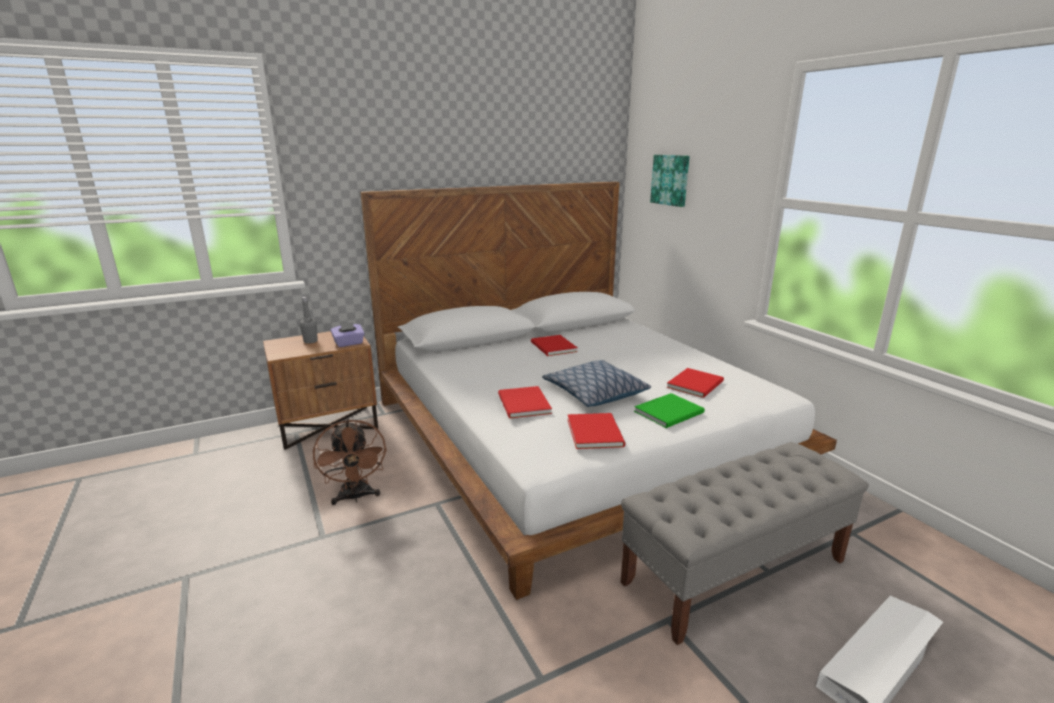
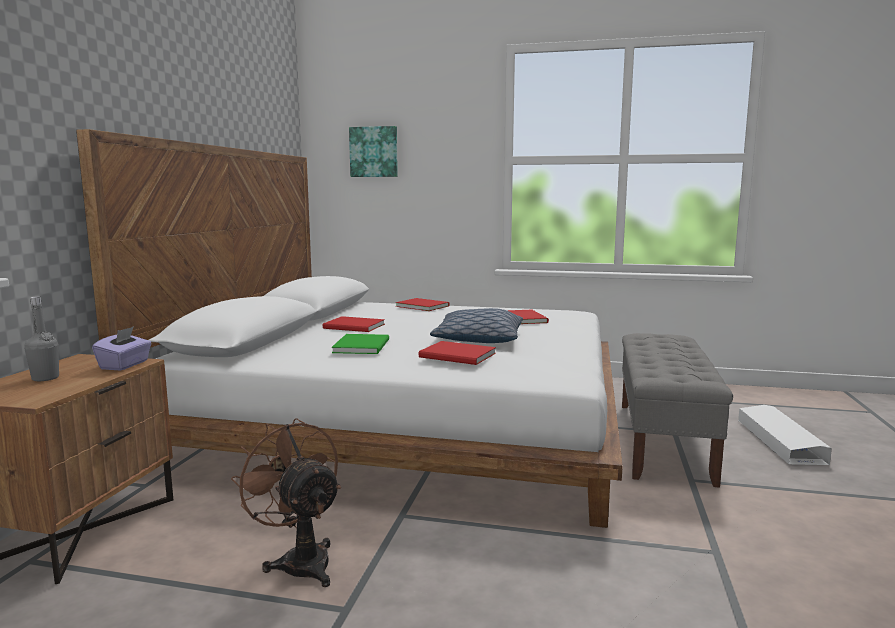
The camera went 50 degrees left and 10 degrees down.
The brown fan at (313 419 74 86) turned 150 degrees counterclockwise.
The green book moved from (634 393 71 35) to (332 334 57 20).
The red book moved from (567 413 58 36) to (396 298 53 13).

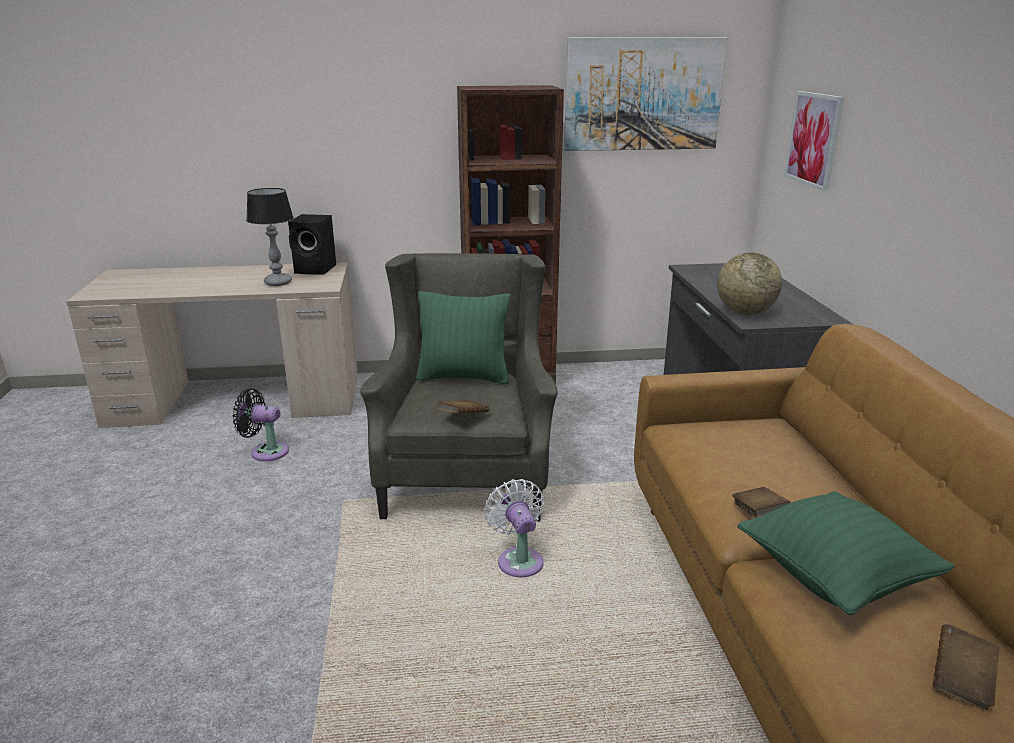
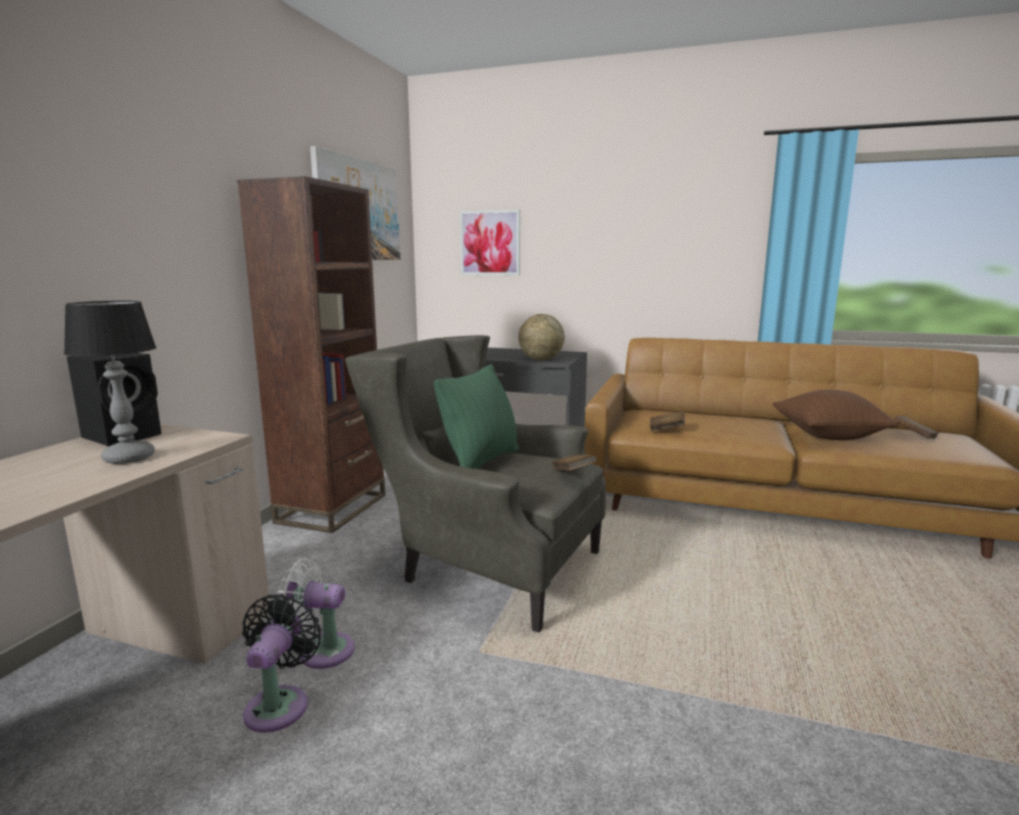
The camera went 65 degrees left and 10 degrees down.
The black fan at (233 388 56 74) turned 150 degrees clockwise.
The white fan moved from (485 479 59 98) to (277 558 78 111).
The brown book moved from (732 487 59 31) to (650 411 35 21).
The green pillow at (737 491 218 124) became the brown pillow at (773 390 126 50).

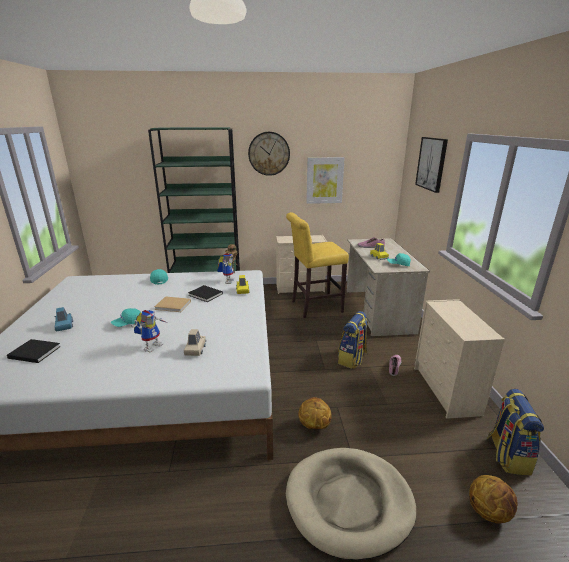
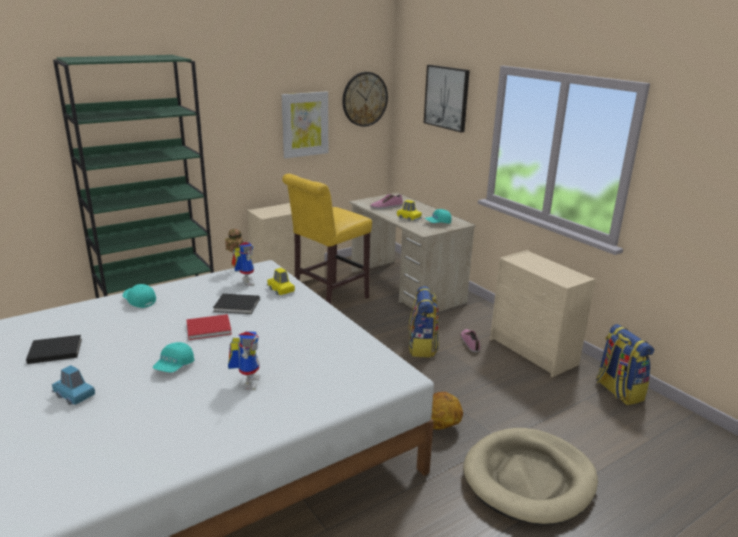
The camera went 30 degrees left and 0 degrees up.
The black book moved from (7 339 54 24) to (26 335 56 29).
The beige book at (154 296 37 16) became the red book at (186 314 46 26).
The wall clock moved from (248 132 42 44) to (342 72 46 55).
The beige toy car at (184 329 23 27) disappeared.
The basketball at (469 475 49 49) disappeared.

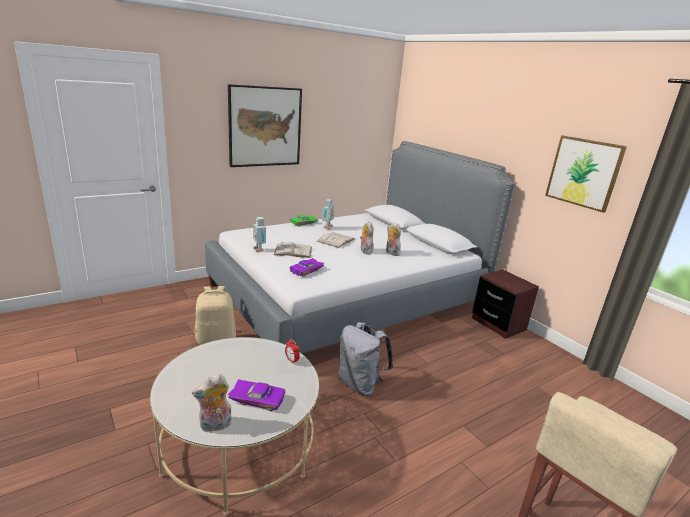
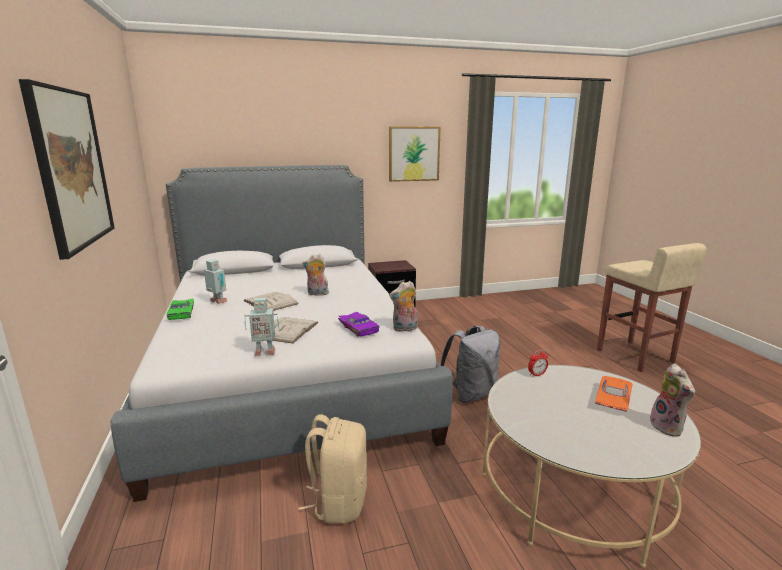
The camera went 70 degrees left and 5 degrees down.
The plush toy moved from (386 222 15 34) to (389 281 28 51).
The purple toy car at (228 379 57 32) became the orange toy car at (595 376 37 36).

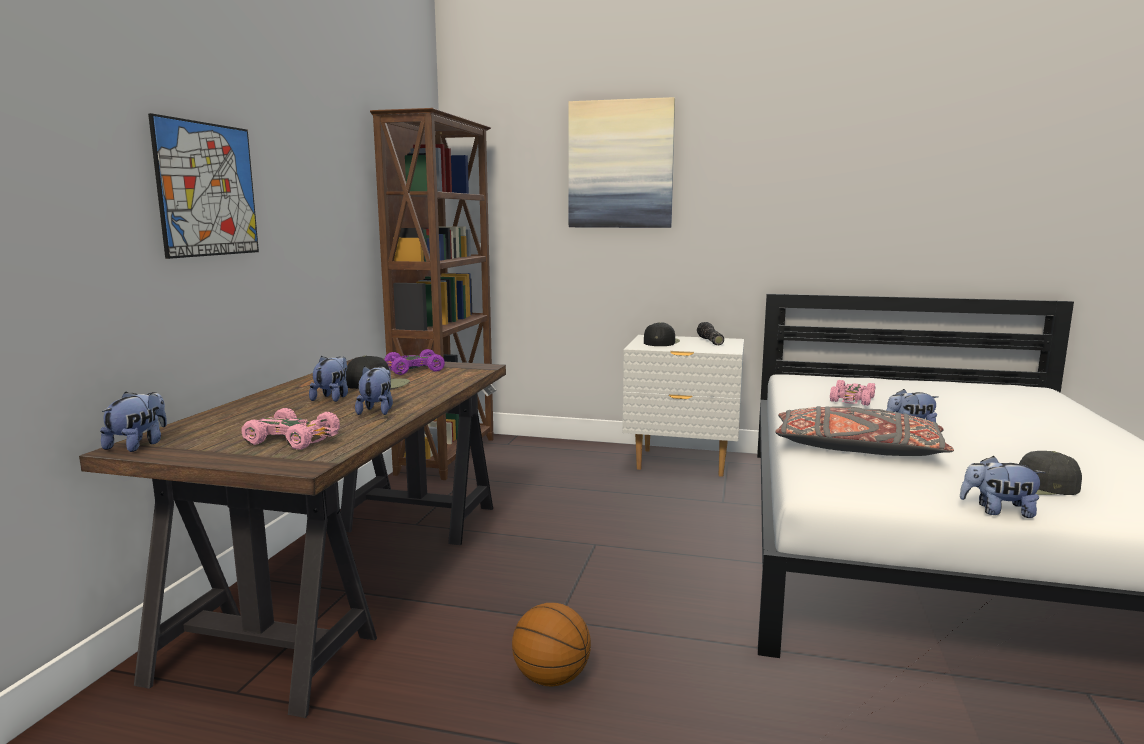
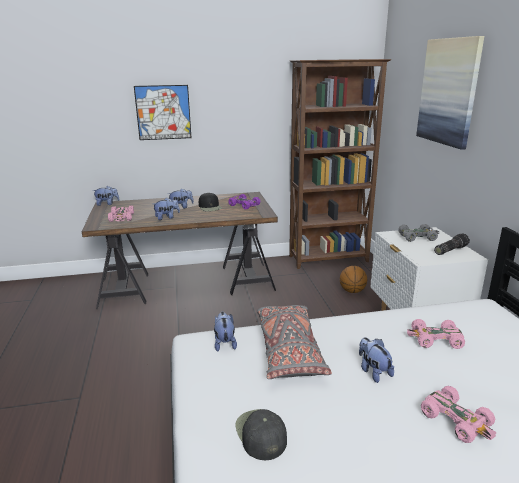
The camera went 65 degrees right and 10 degrees up.
The plush toy moved from (960 456 86 62) to (214 312 23 40).
The basketball moved from (512 603 79 83) to (340 266 27 27).
The black cap at (644 322 36 24) was replaced by the grey toy car at (398 224 41 18).
The pink toy car at (421 386 75 57) appeared.

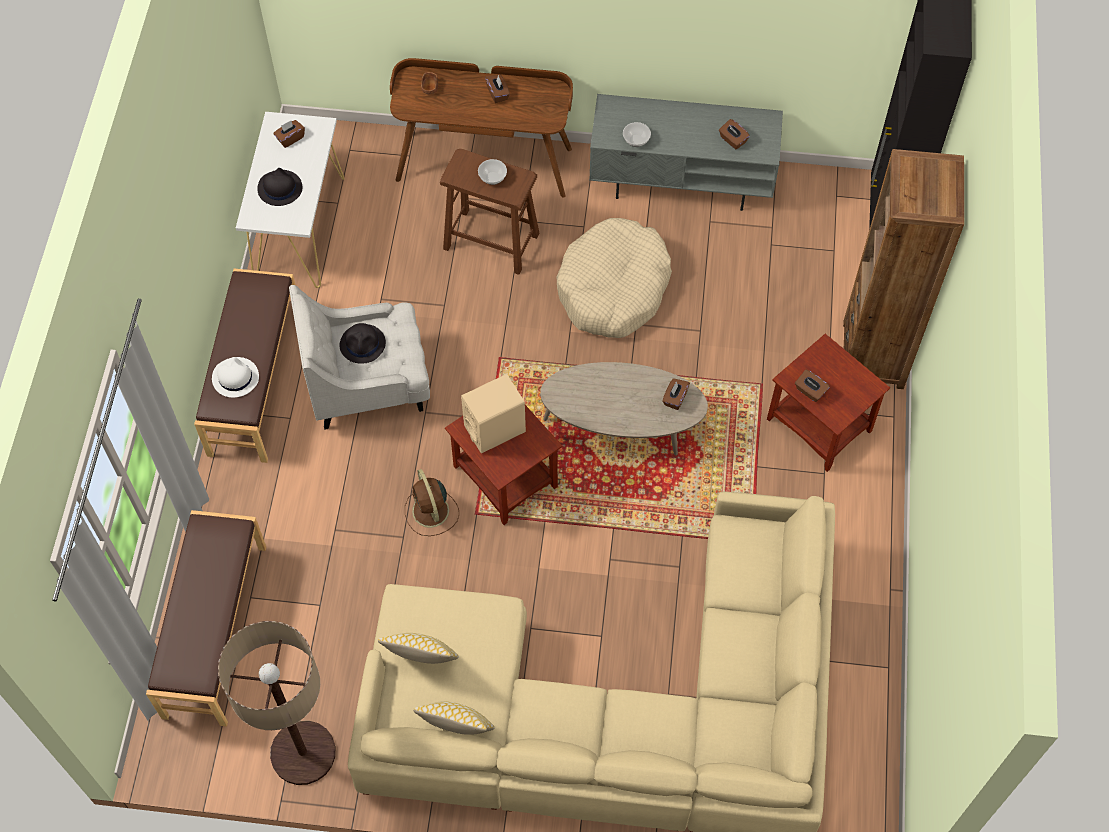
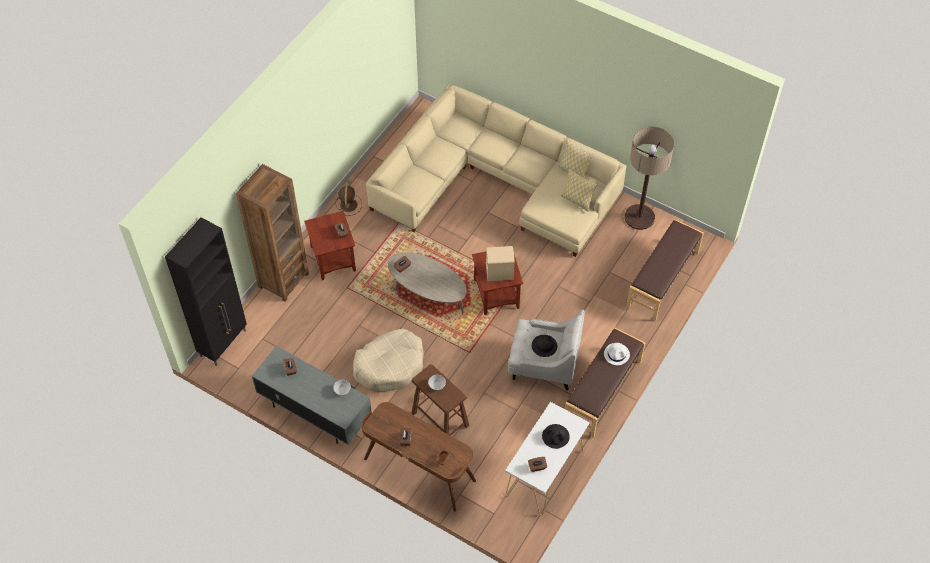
The camera went 155 degrees left and 5 degrees down.
The brown fan moved from (405 469 54 67) to (336 181 26 35).

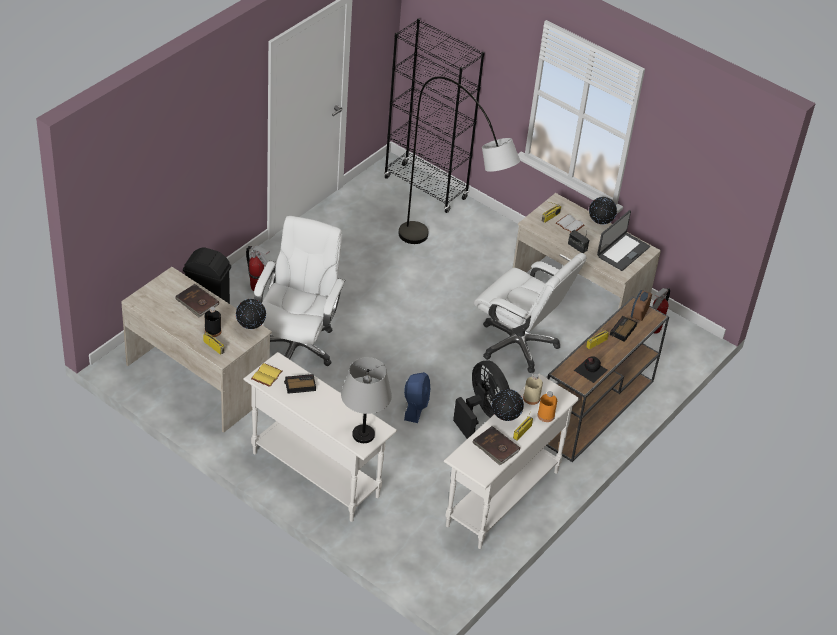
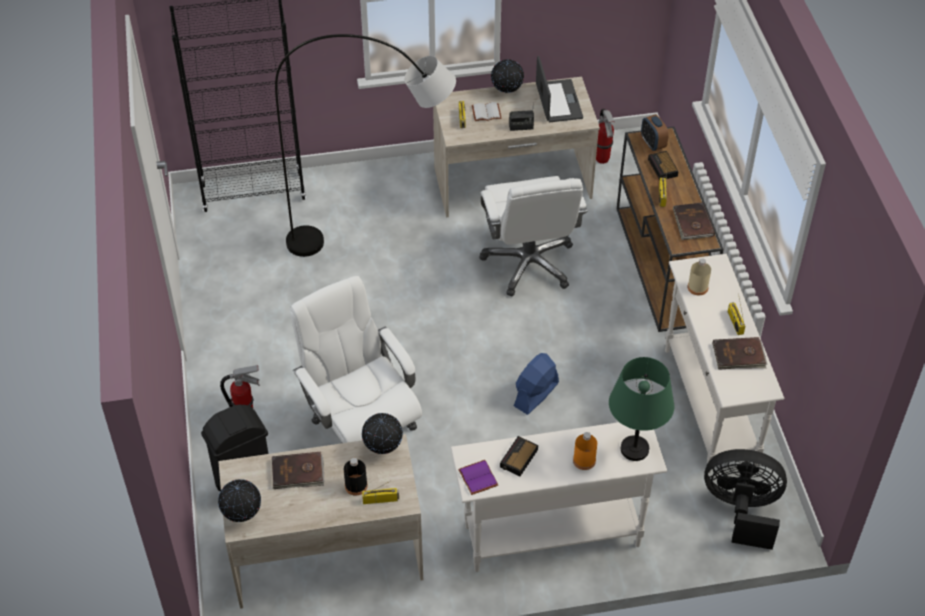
The camera went 45 degrees left and 5 degrees up.
The globe moved from (492 389 32 32) to (218 479 43 43).
The yellow book at (251 363 32 24) became the purple book at (458 460 40 35).
The white office chair at (474 253 113 120) turned 90 degrees clockwise.
The blue fan at (404 372 26 51) turned 105 degrees counterclockwise.
The orange bottle moved from (537 391 20 31) to (573 432 24 38).
The grey table lamp at (341 357 51 86) became the green table lamp at (609 357 65 104).
The black bottle at (574 356 33 27) was replaced by the brown book at (673 202 42 38).
The black fan moved from (453 360 57 79) to (704 449 83 101).

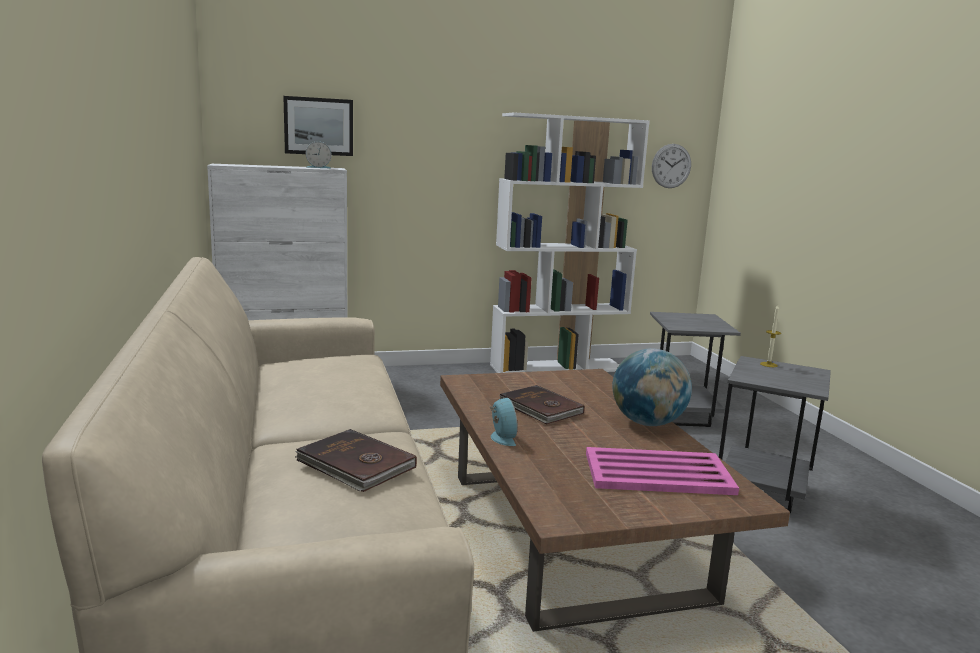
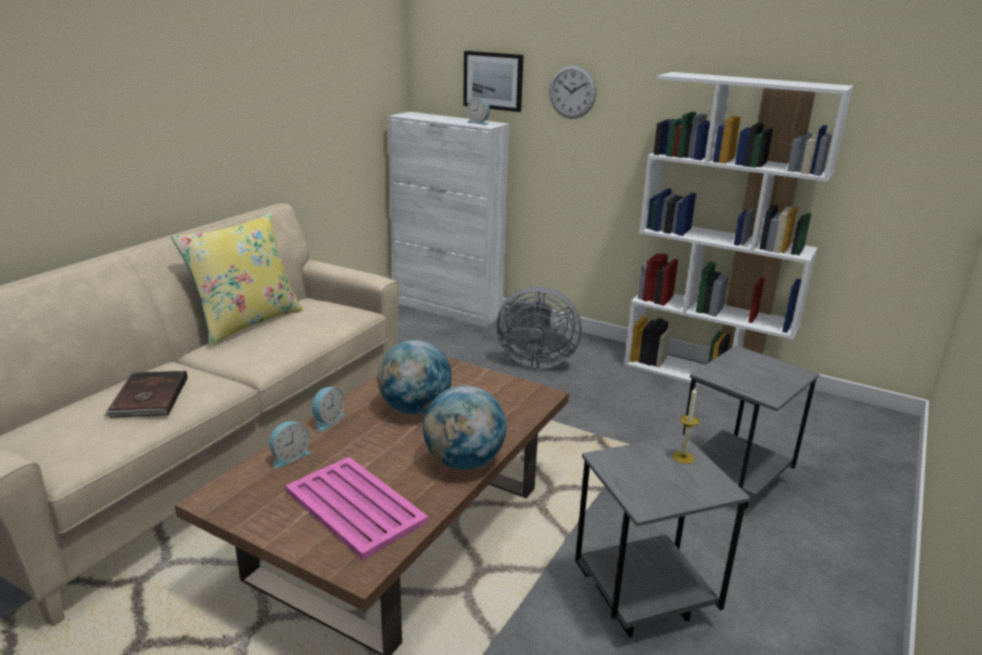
The camera went 45 degrees right and 10 degrees up.
The yellow pillow at (171 212 132 134) appeared.
The alarm clock at (269 421 42 47) appeared.
The brown book at (499 385 86 39) was replaced by the globe at (377 340 75 74).
The grey fan at (496 287 86 82) appeared.
The wall clock moved from (652 144 39 44) to (549 65 47 54).

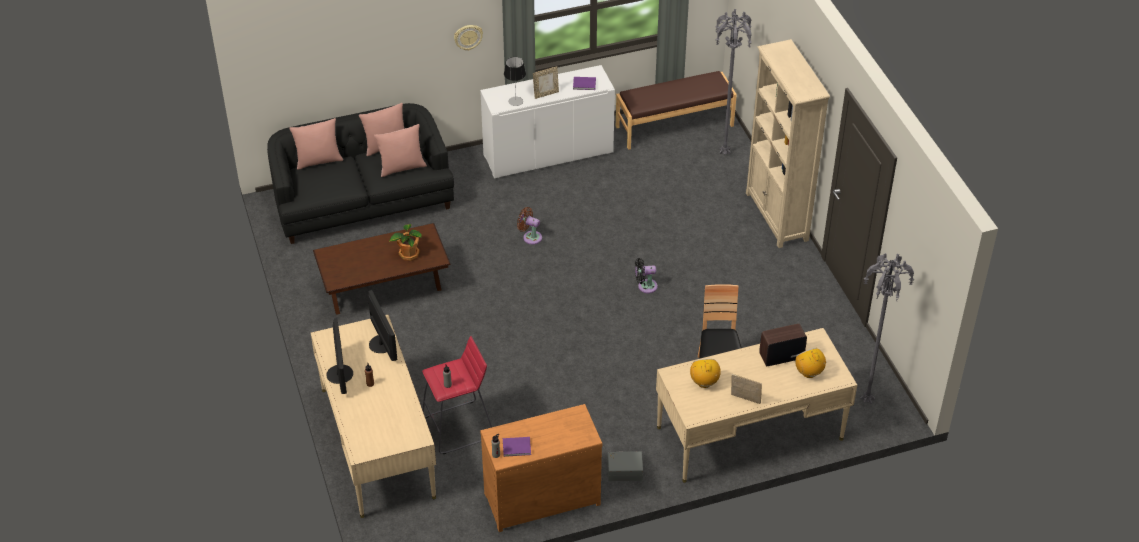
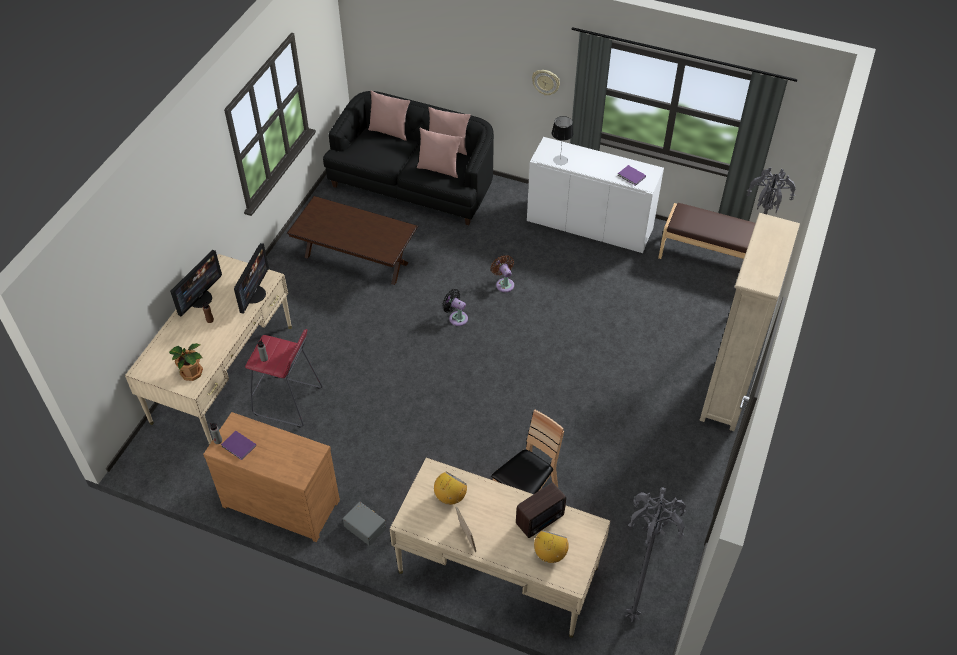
The camera went 40 degrees right and 5 degrees up.
The potted plant moved from (389 224 32 37) to (169 343 34 38).
The black fan moved from (635 258 23 35) to (442 289 26 37).
The radio at (759 324 48 42) turned 120 degrees clockwise.
The picture frame at (533 67 26 32) disappeared.

